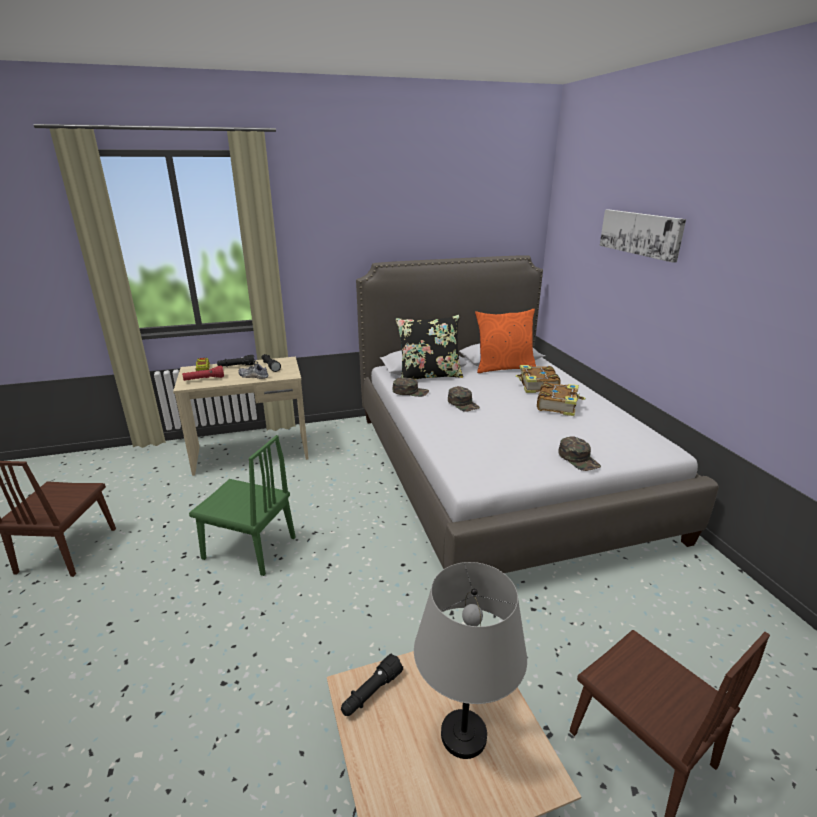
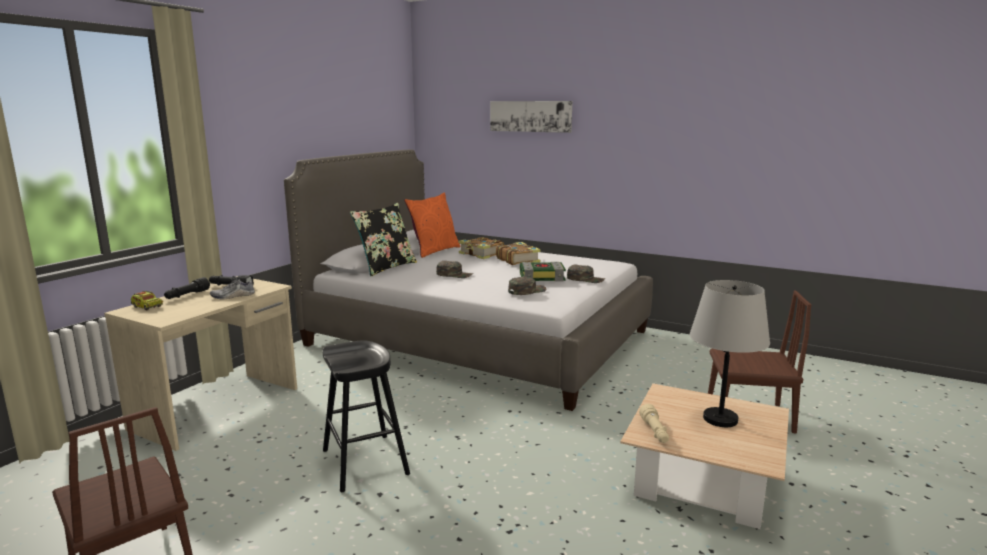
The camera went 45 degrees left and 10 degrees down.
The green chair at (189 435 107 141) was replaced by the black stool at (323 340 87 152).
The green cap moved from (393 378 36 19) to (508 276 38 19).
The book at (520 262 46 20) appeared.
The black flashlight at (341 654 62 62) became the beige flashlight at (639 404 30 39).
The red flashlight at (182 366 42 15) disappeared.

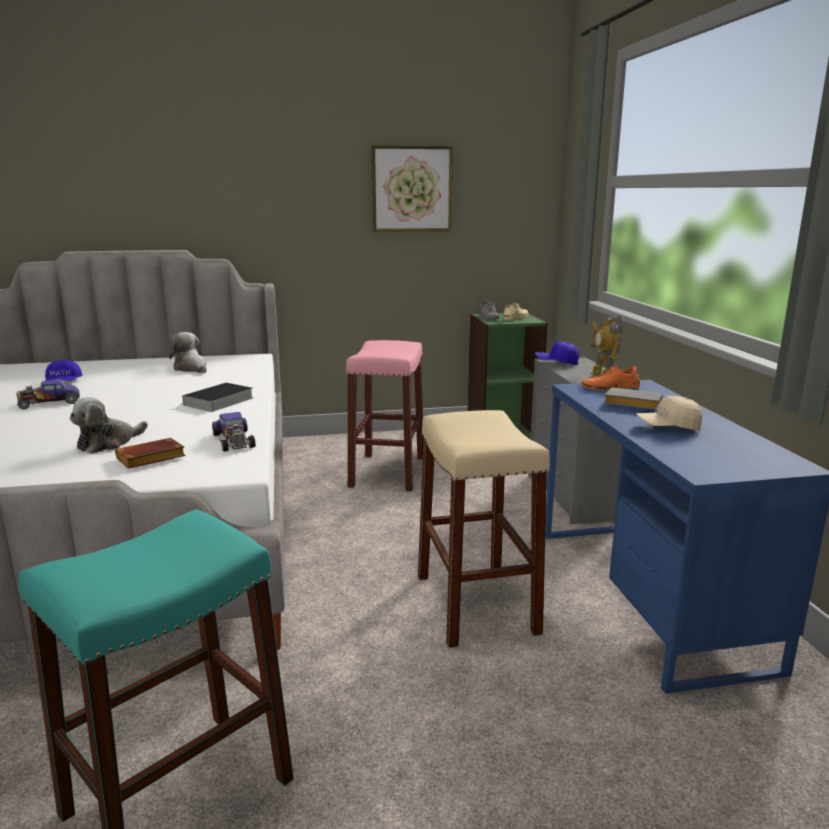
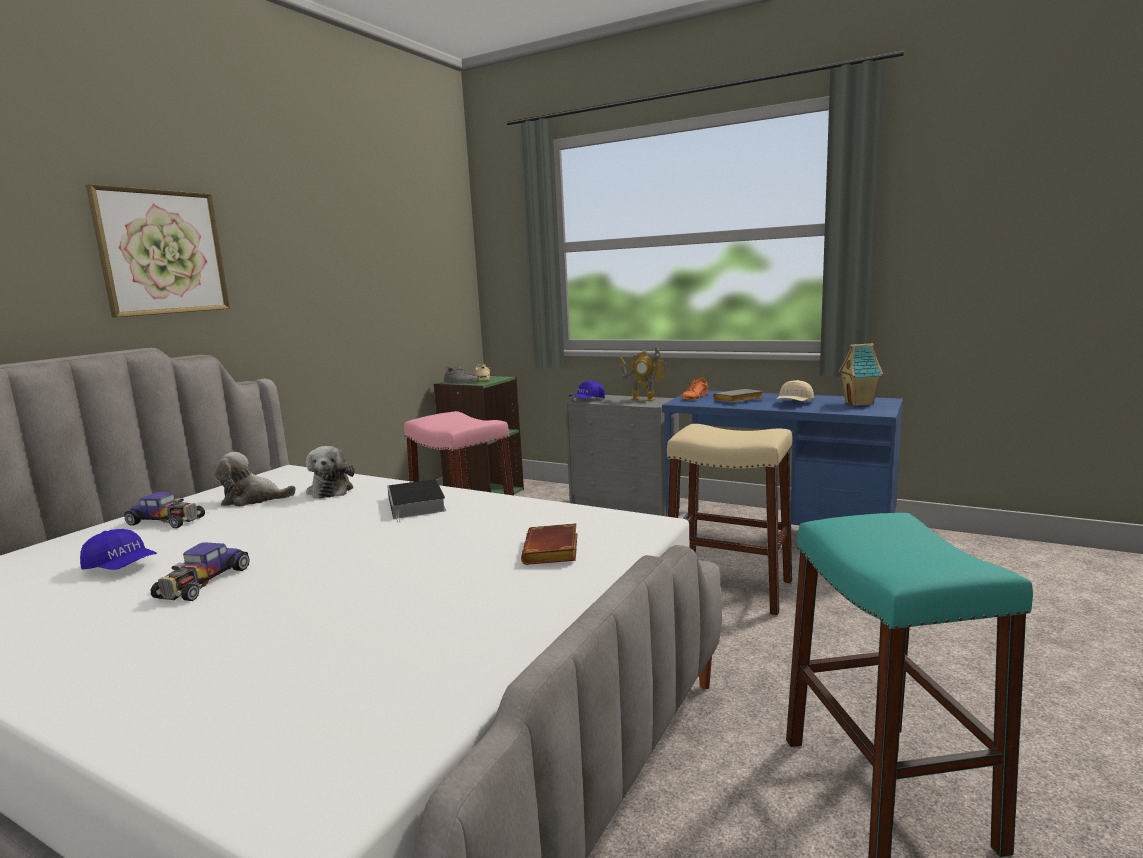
The camera went 50 degrees left and 5 degrees down.
The picture moved from (371 145 82 87) to (86 184 144 133).
The toy car moved from (212 412 44 40) to (124 492 81 36).
The plush toy moved from (70 397 78 57) to (306 446 48 53).
The toy house at (839 343 44 63) appeared.

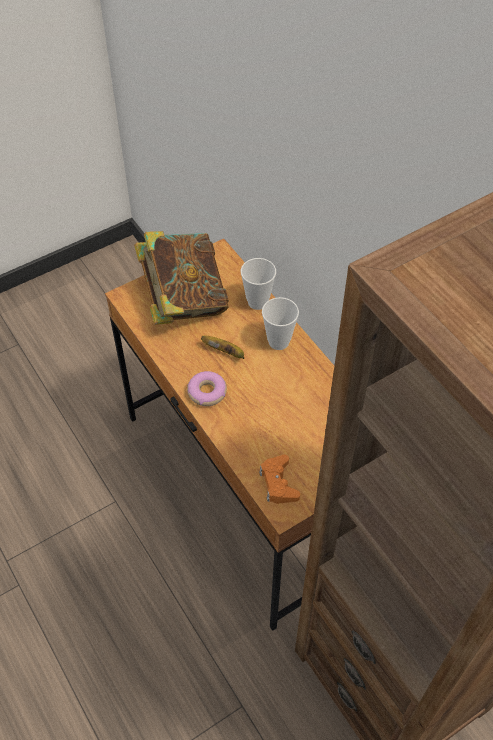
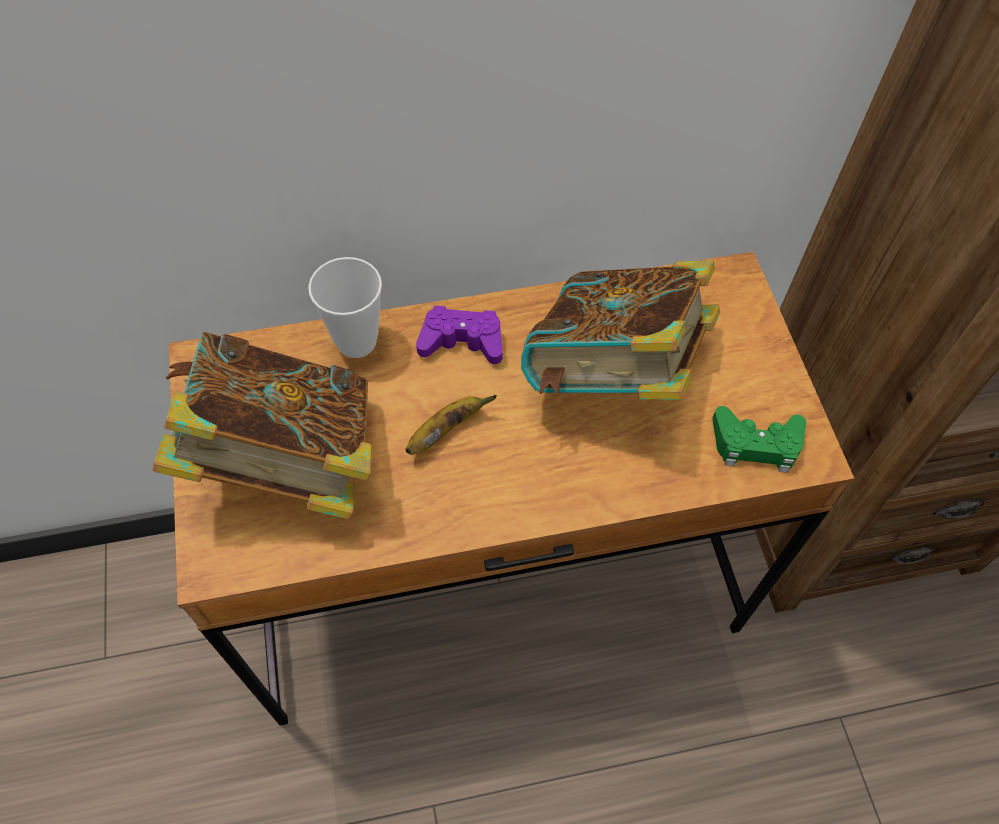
The camera went 70 degrees left and 5 degrees up.
The cup at (262 297 37 53) was replaced by the purple game controller at (416 305 87 59).
The book at (521 260 199 140) appeared.
The orange game controller at (259 455 41 49) became the green game controller at (712 406 94 67).
The donut at (187 371 40 35) disappeared.

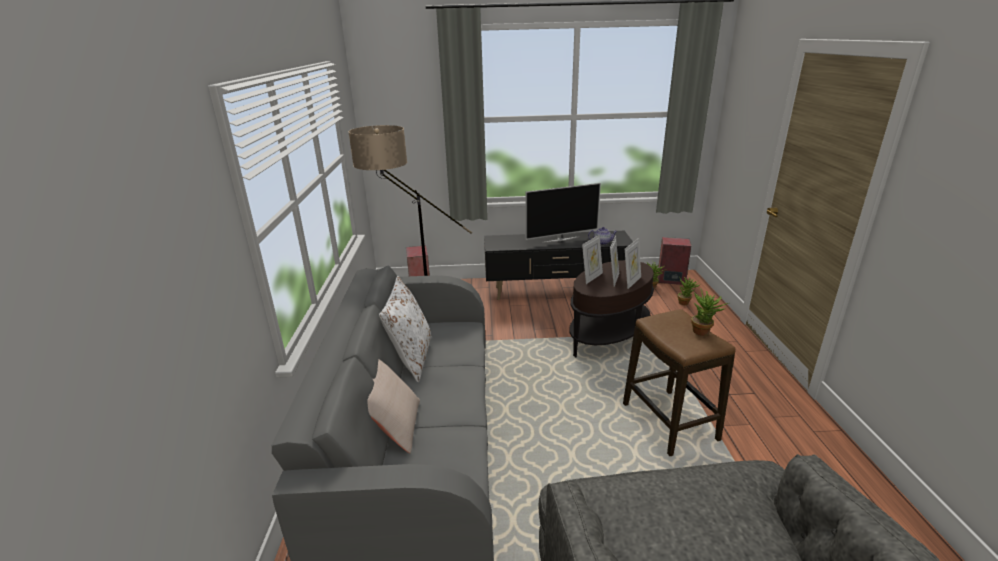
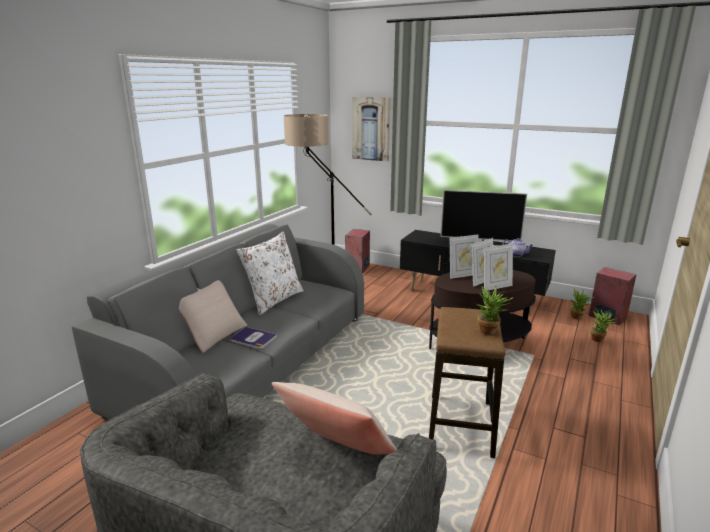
The camera went 30 degrees right and 5 degrees down.
The book at (230 327 47 22) appeared.
The beige pillow at (272 382 125 73) appeared.
The picture at (352 97 38 65) appeared.

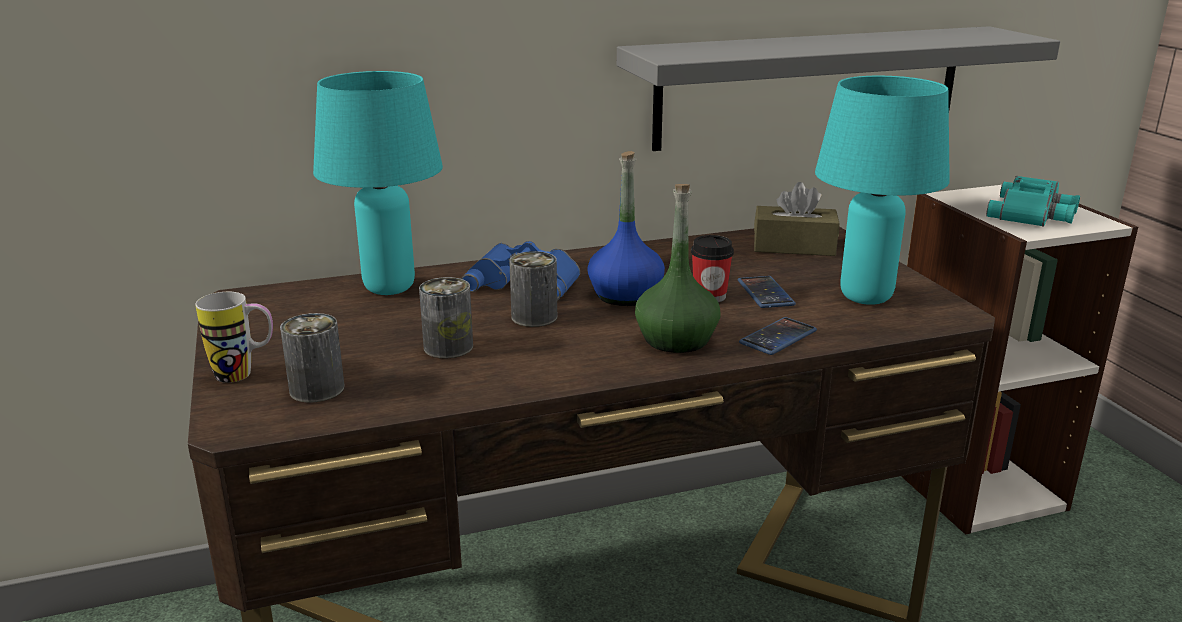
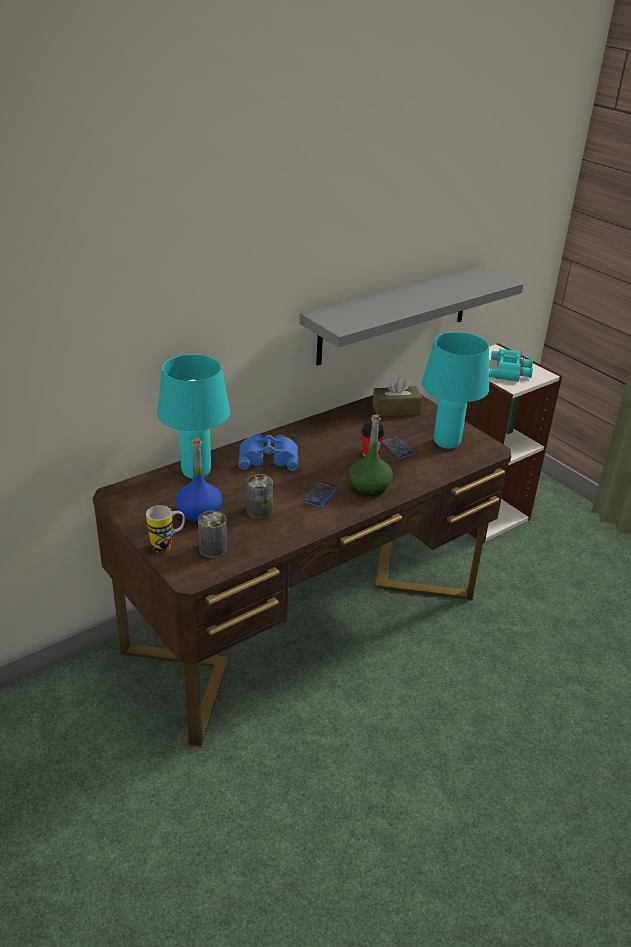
The camera went 20 degrees left and 10 degrees up.
The blue bottle moved from (587 151 78 155) to (176 437 47 87).
The phone moved from (739 317 78 38) to (302 480 37 28).
The can at (509 251 48 76) disappeared.

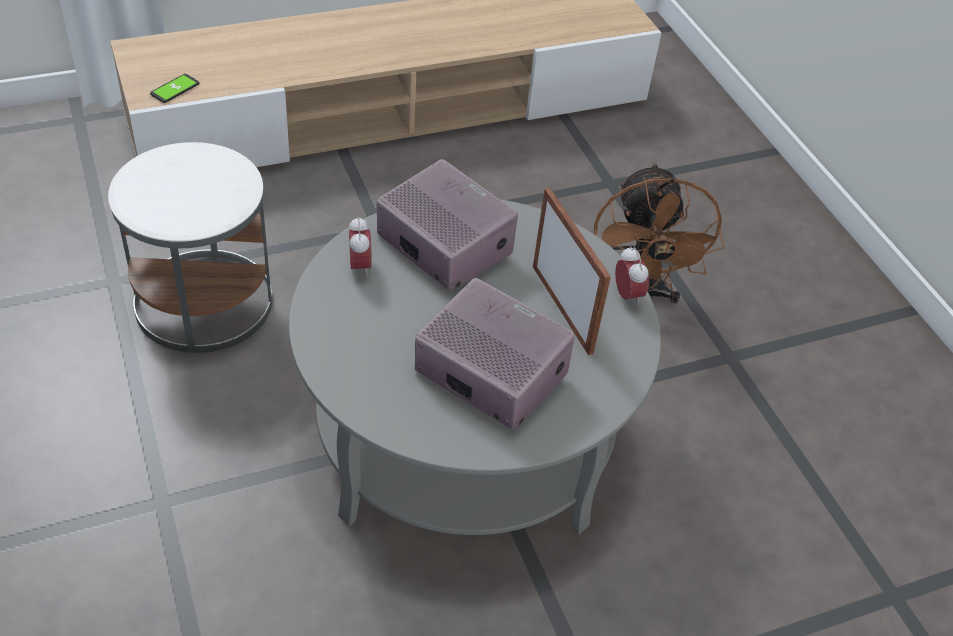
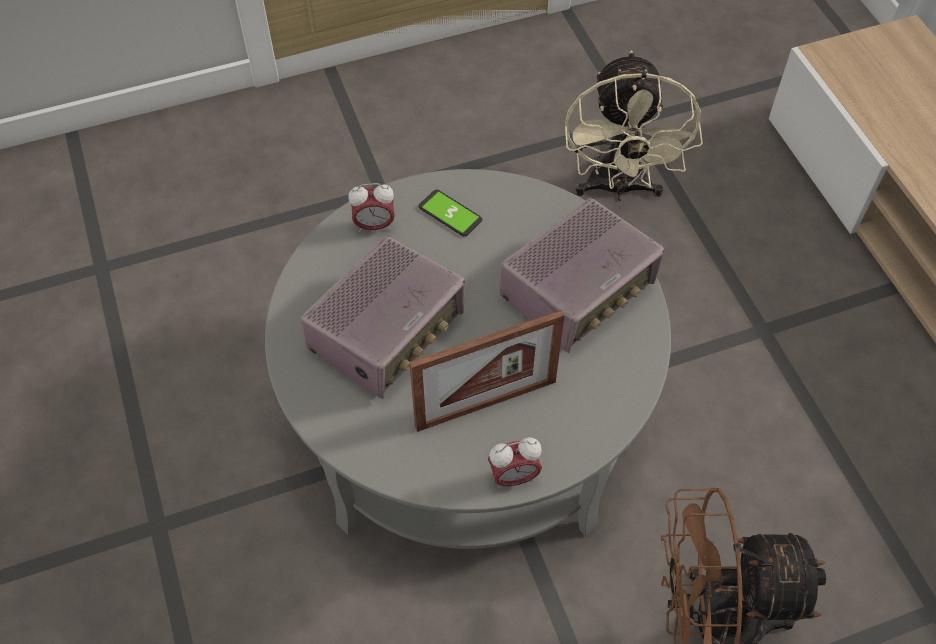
The camera went 95 degrees right and 10 degrees up.
The alarm clock moved from (349 216 23 61) to (348 183 47 50).
The phone moved from (150 74 49 29) to (418 189 64 48).
The white side table at (108 142 164 211) was replaced by the beige fan at (565 51 138 150).

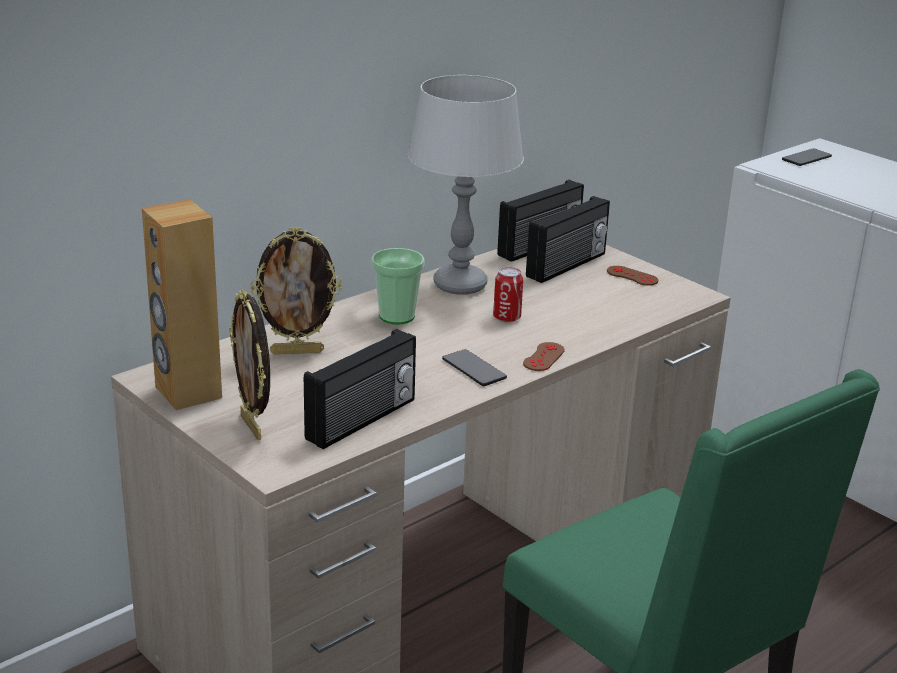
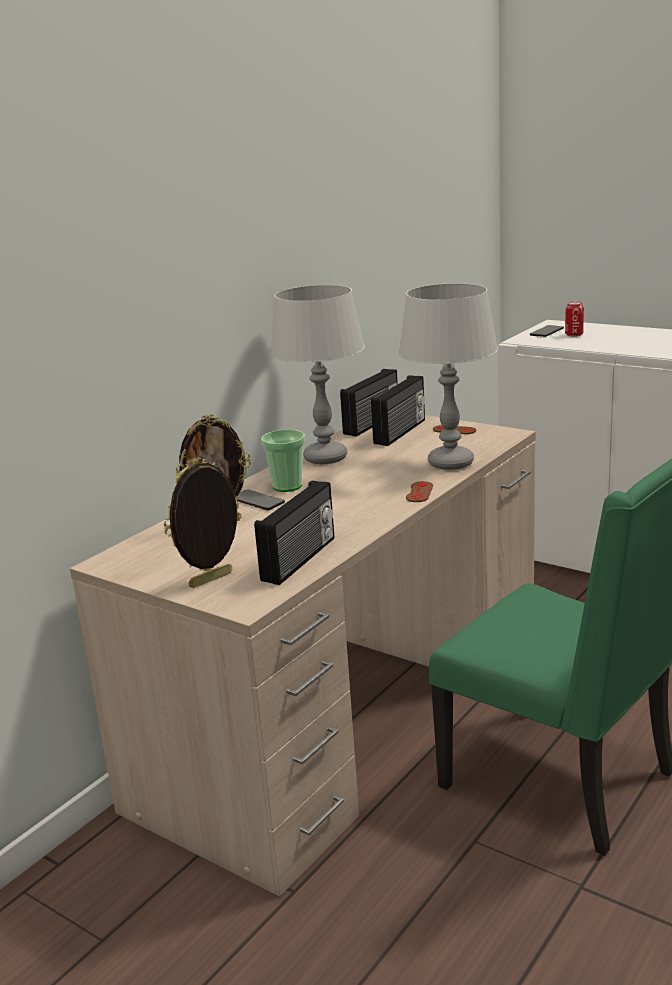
The camera went 10 degrees left and 5 degrees down.
The picture frame at (229 290 41 150) turned 90 degrees clockwise.
The phone moved from (442 349 65 37) to (237 490 48 20).
The grey table lamp at (399 283 99 187) appeared.
The can moved from (493 267 30 55) to (565 301 19 36).
The brown speaker at (142 199 80 211) disappeared.

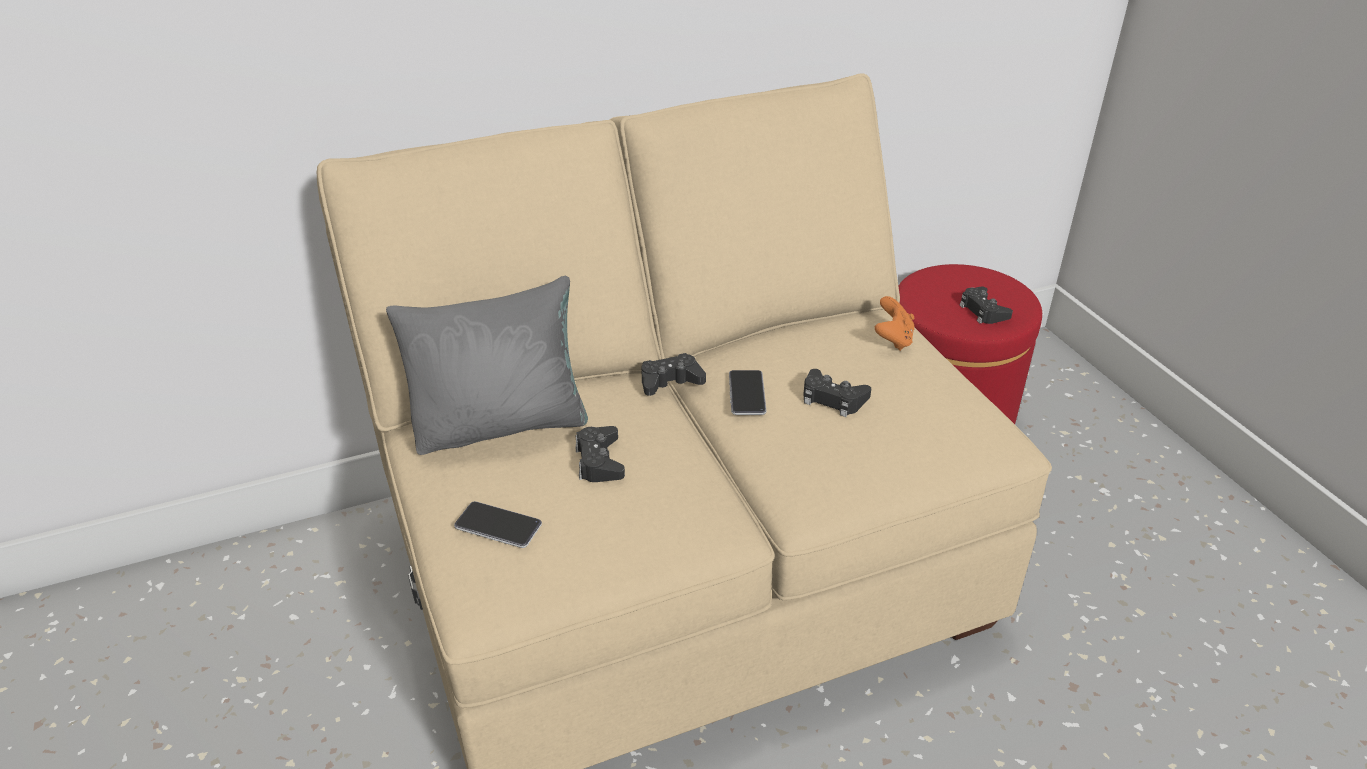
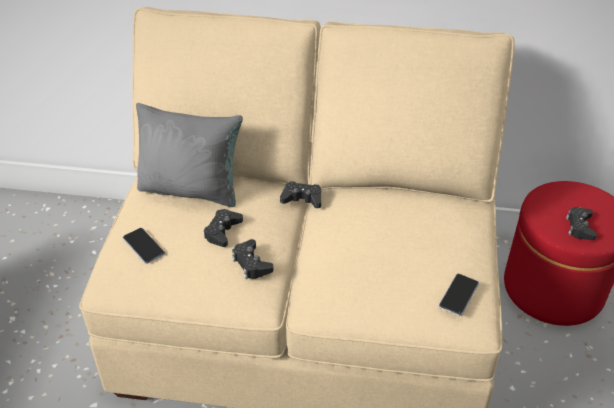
The camera went 30 degrees right and 5 degrees up.
The black game controller moved from (803 369 68 48) to (232 239 41 40).
The phone moved from (729 370 38 45) to (439 274 40 42).
The orange game controller at (875 296 39 55) disappeared.

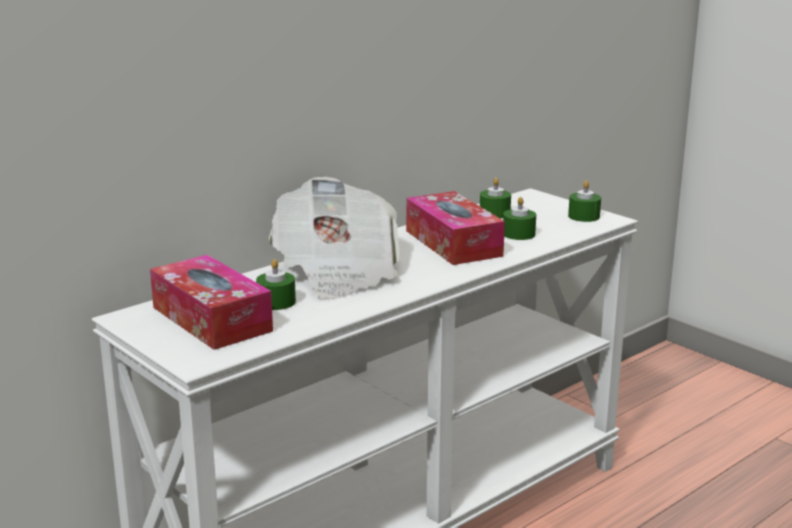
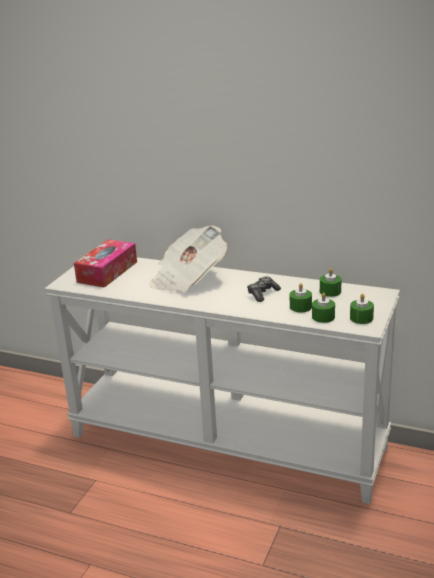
The camera went 65 degrees right and 5 degrees up.
The tissue box at (406 191 99 74) was replaced by the game controller at (247 276 34 26).
The green candle moved from (256 259 40 51) to (312 293 23 30).

